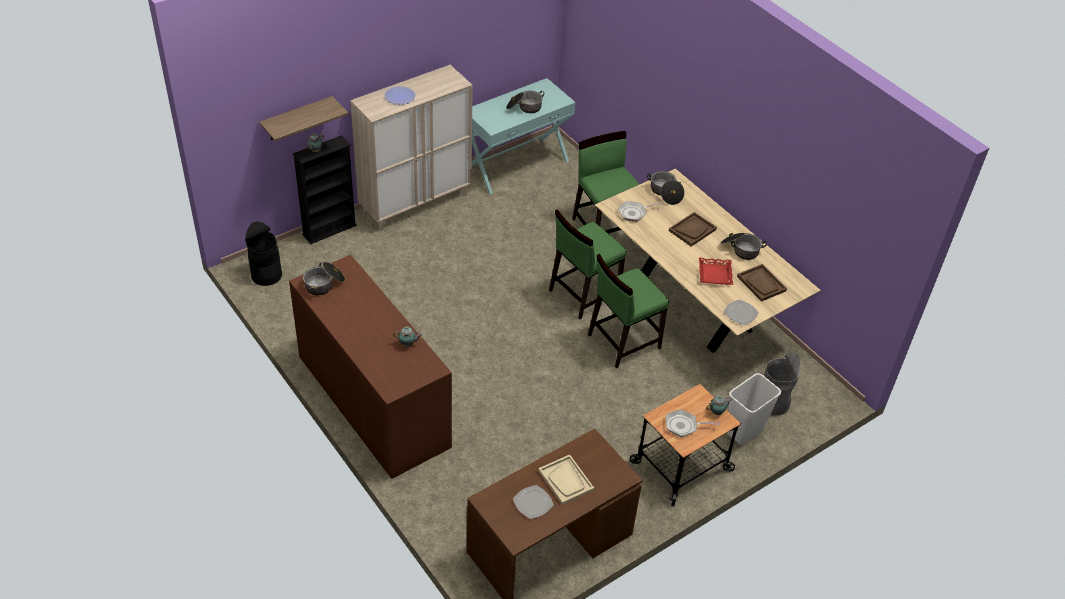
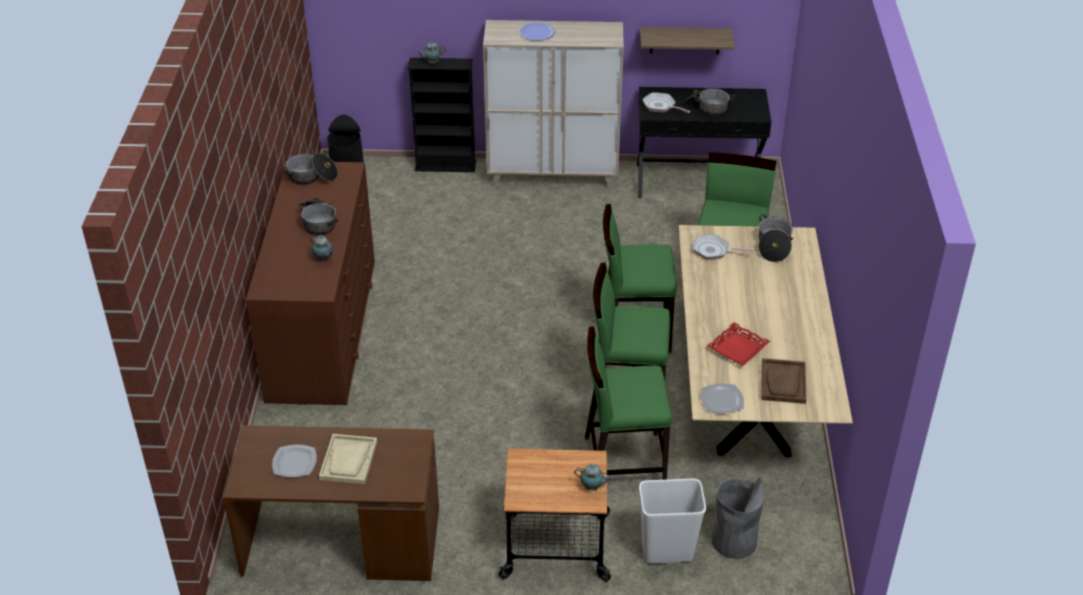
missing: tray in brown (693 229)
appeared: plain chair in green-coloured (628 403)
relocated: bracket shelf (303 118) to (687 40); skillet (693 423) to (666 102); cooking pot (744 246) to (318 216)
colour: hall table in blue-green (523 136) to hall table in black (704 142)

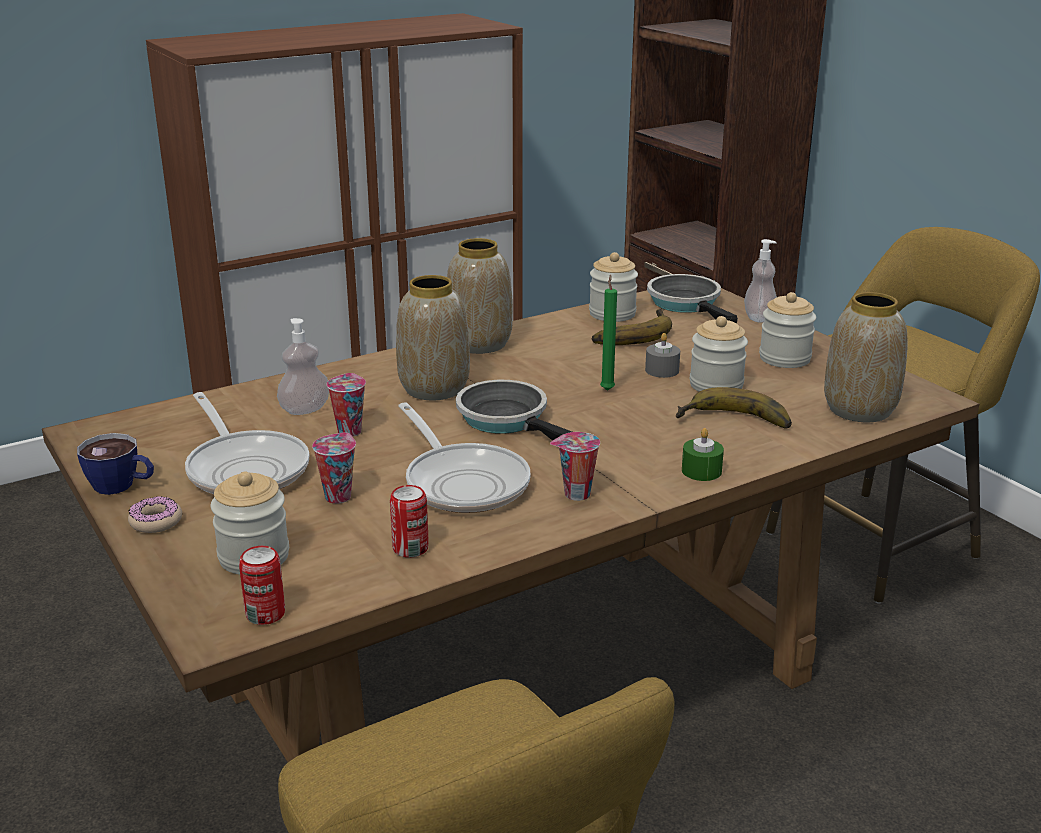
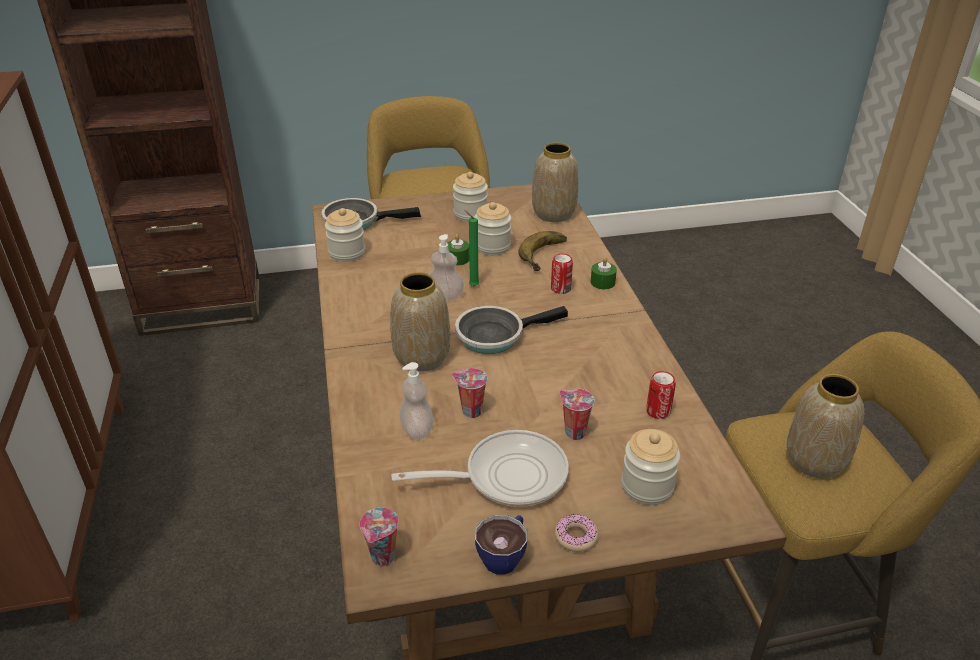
missing: skillet (464 457); banana fruit (632 327)
relocated: can (262 585) to (562 274); flower vase (480 296) to (825 426); small cup (575 466) to (379 537); soap dispenser (760 281) to (446 267)
colour: wax light in gray (662 355) to wax light in green-coloured (458 250)

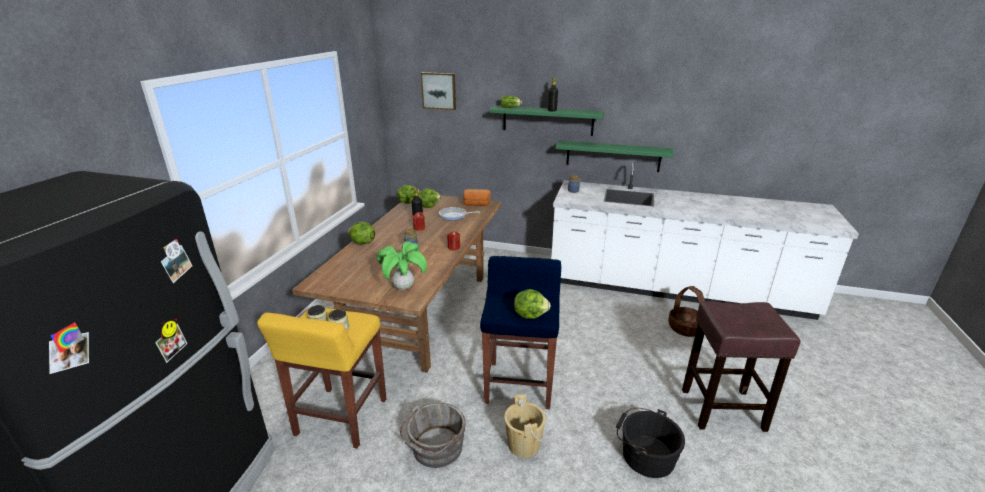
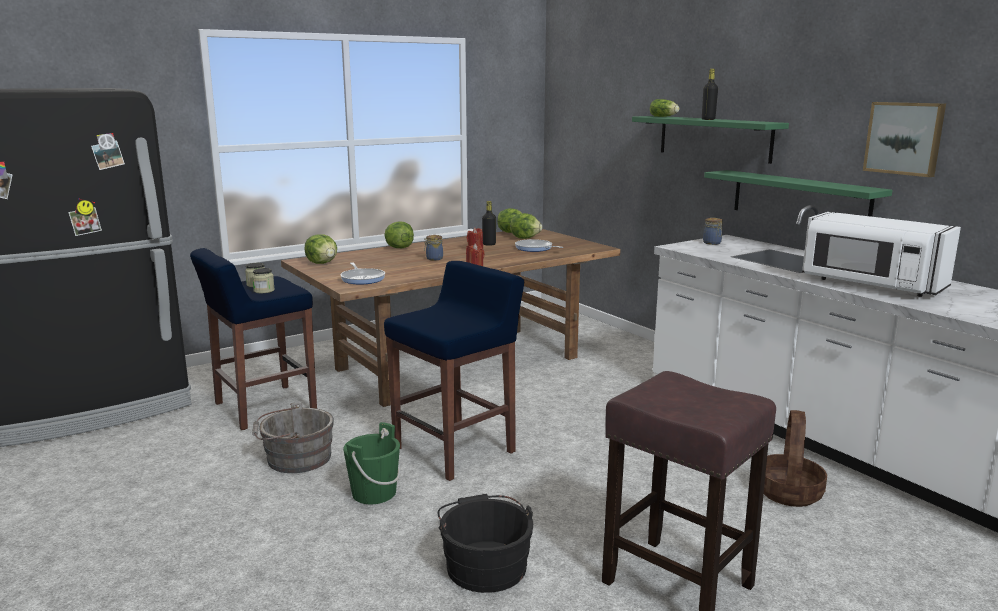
missing: baked bread (477 197)
appeared: microwave in whitish (881 254)
relocated: wall art (438 91) to (904 139); lettuce (532 304) to (320 249)
exchanged: plant in a pot (402 265) to skillet (362 274)
colour: sitting stool in yellow-coloured (321 378) to sitting stool in bluish (253 339); bucket in sand-coloured (525 426) to bucket in green-coloured (372 463)

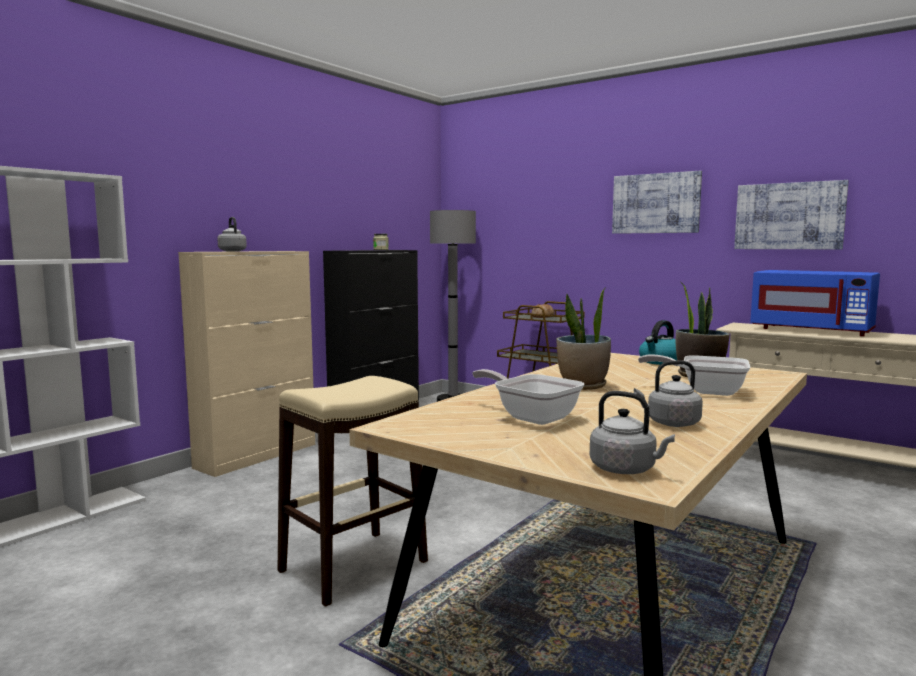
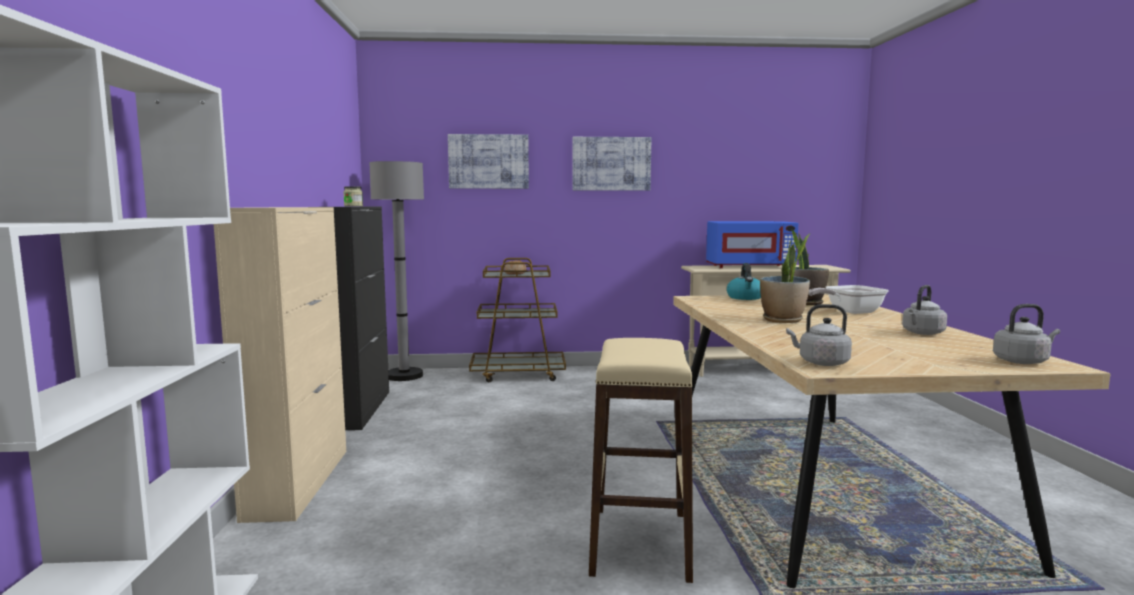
missing: skillet (528 397)
relocated: water kettle in gray (232 234) to (819 335); wall art (791 214) to (488 161)

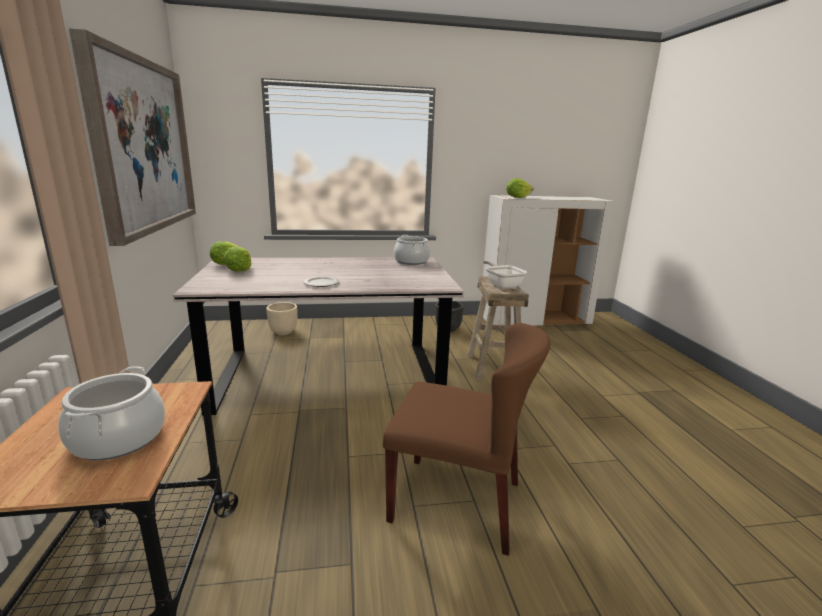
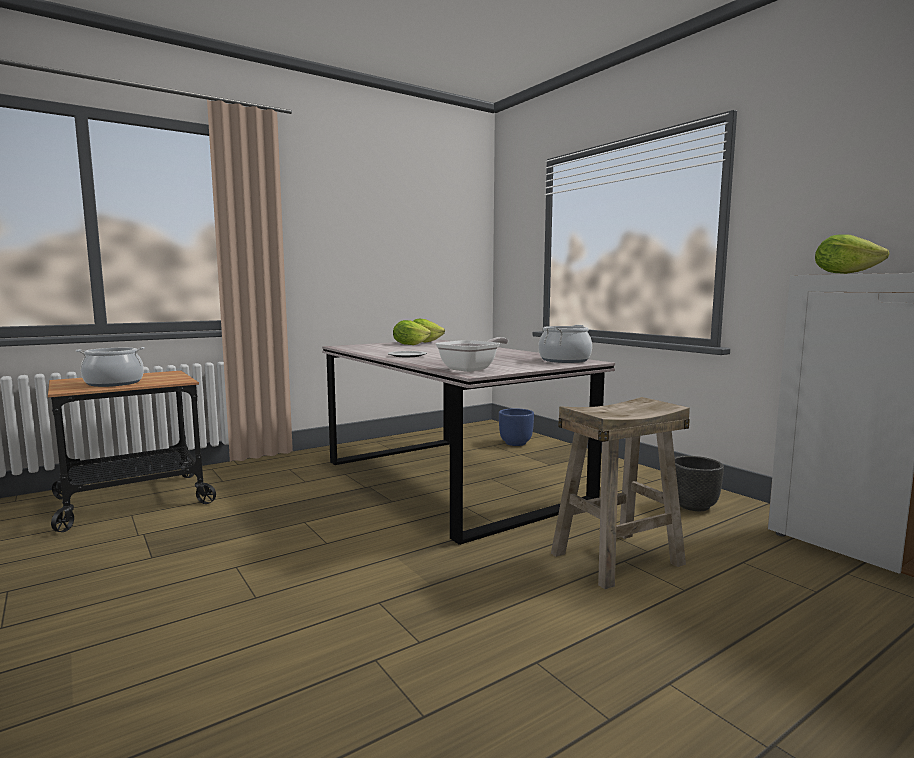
missing: wall art (132 137); plain chair in brown (467 439)
relocated: skillet (505 274) to (471 354)
colour: planter in sand-coloured (281 318) to planter in bluish (516 427)

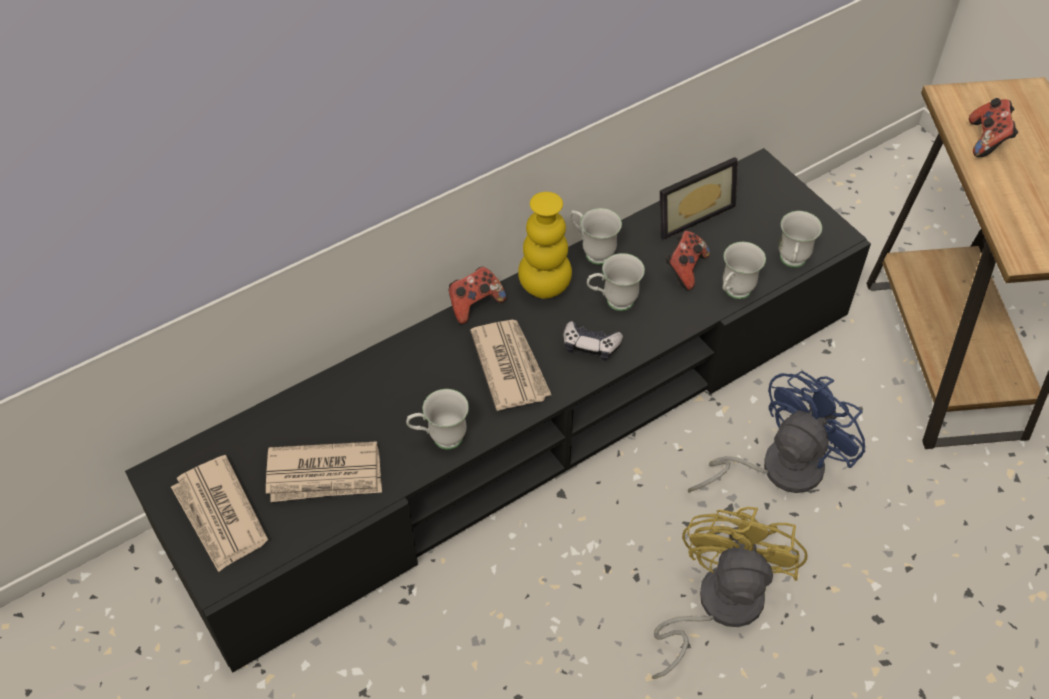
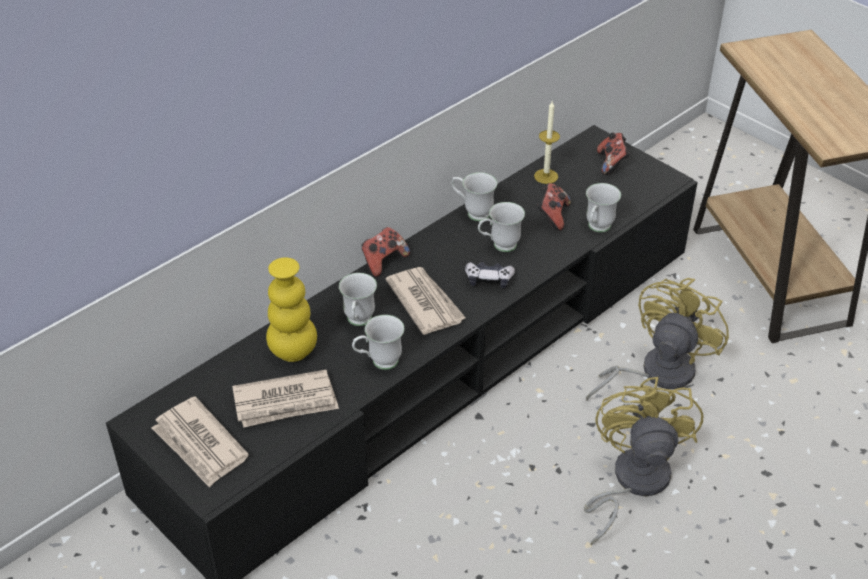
relocated: flower vase in yellow-coloured (545 245) to (291 309); coffee mug in whitish (800 239) to (358 299); gamepad (993 127) to (613 153)
exchanged: standing frame (699 198) to wax light (547 142)
colour: fan in bluish (776 432) to fan in yellow-coloured (657 339)

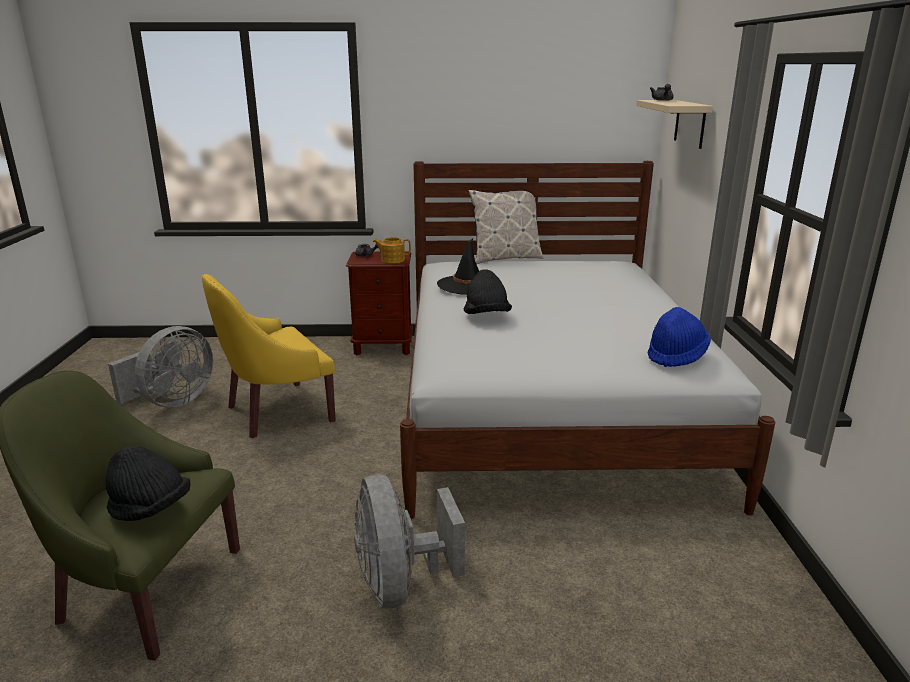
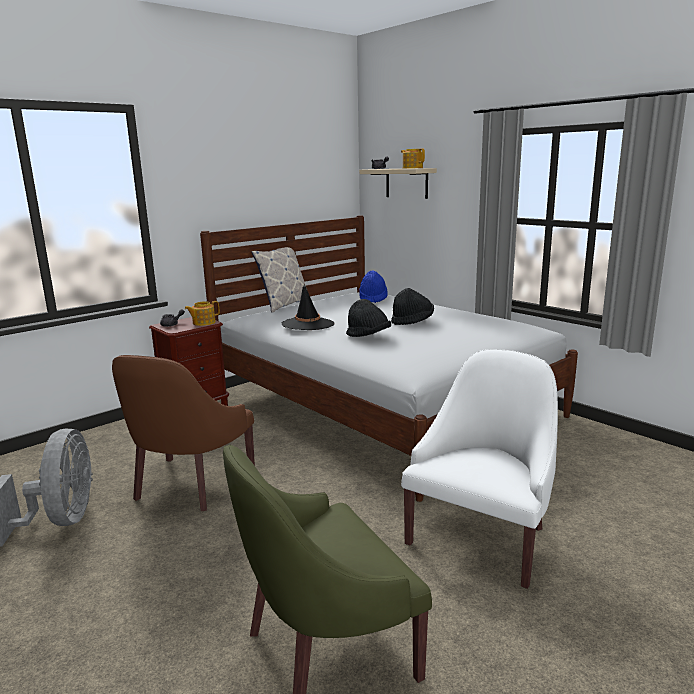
appeared: pot for tea (413 158)
relocated: wearable hat in black (148 483) to (412 306); wearable hat in bluish (679 337) to (373 287)
exchanged: fan in gray (409 541) to easy chair in whitish (479 469)
colour: easy chair in yellow-coloured (269 356) to easy chair in brown (183 433)

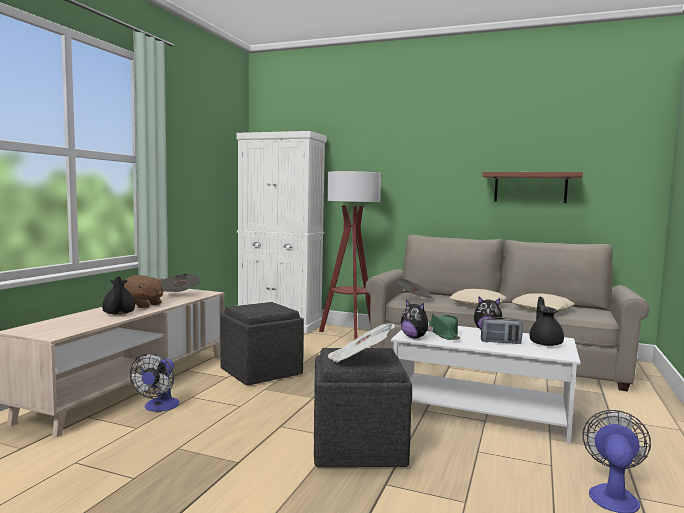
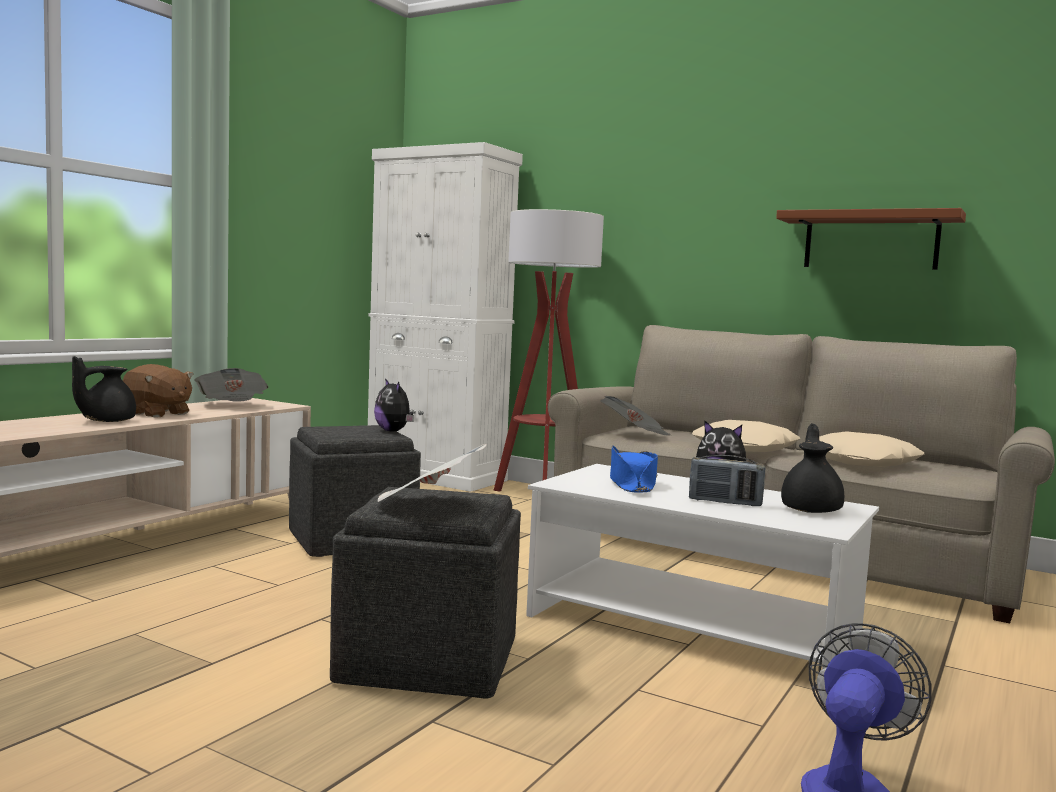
missing: fan (154 382)
relocated: soft toy (417 319) to (394 405)
colour: wearable hat in green-coloured (444 326) to wearable hat in bluish (634 469)
spun: pot for tea in black (118 295) = (104 389) 45 degrees clockwise

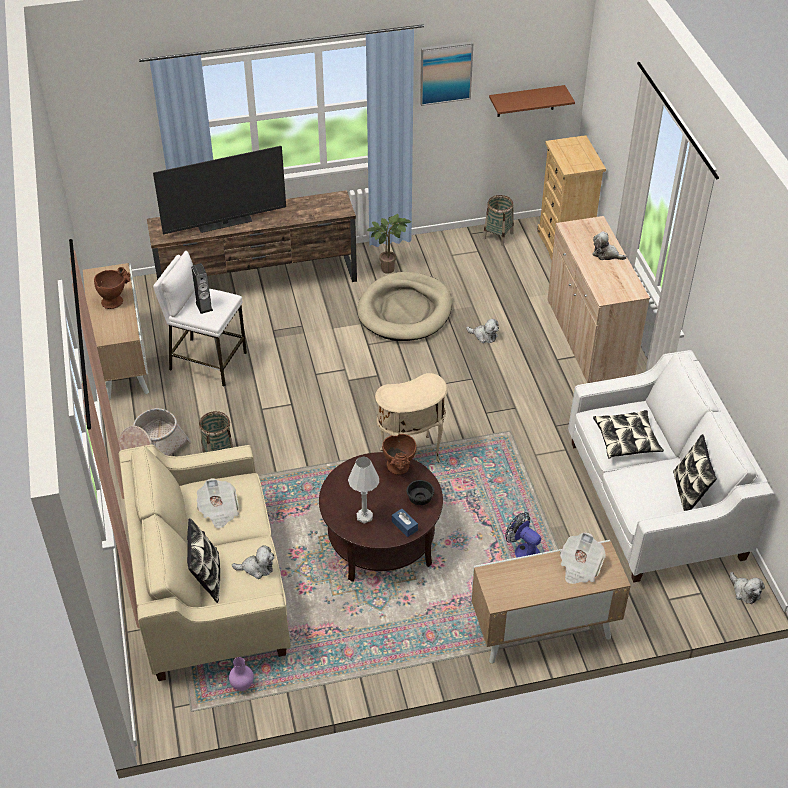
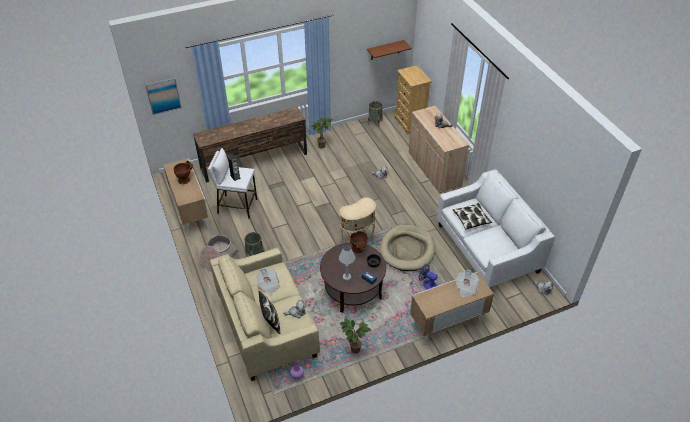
missing: TV set (219 190); pillow (695 472)
appeared: plant in a pot (355 336)
relocated: pet bed in sand-coloured (404 306) to (407 248); wall art (446 73) to (163 96)

